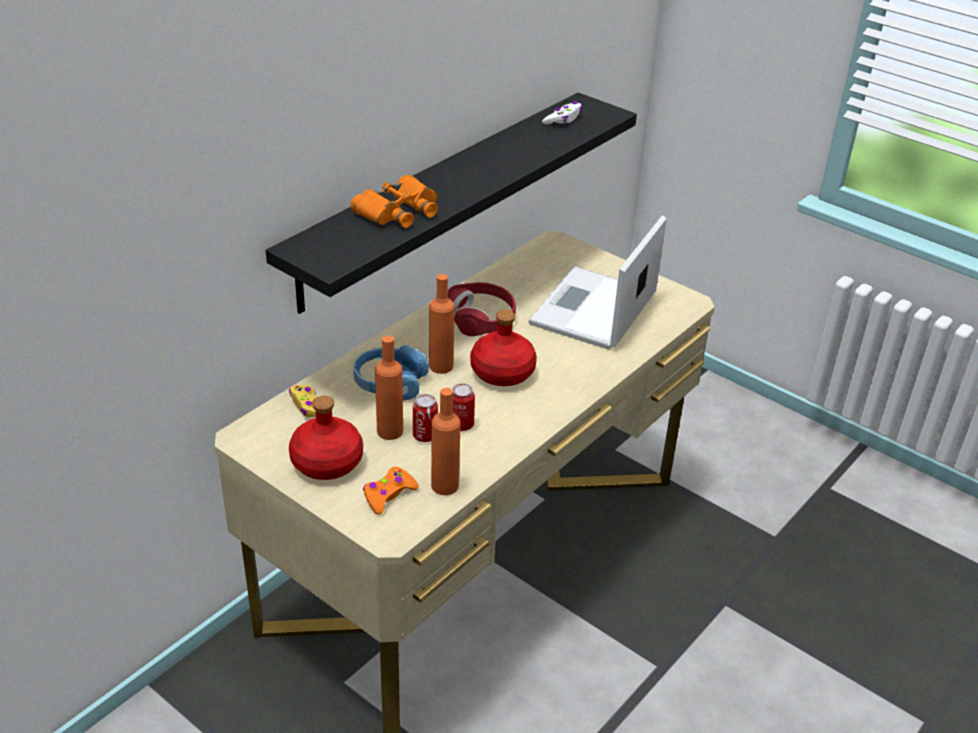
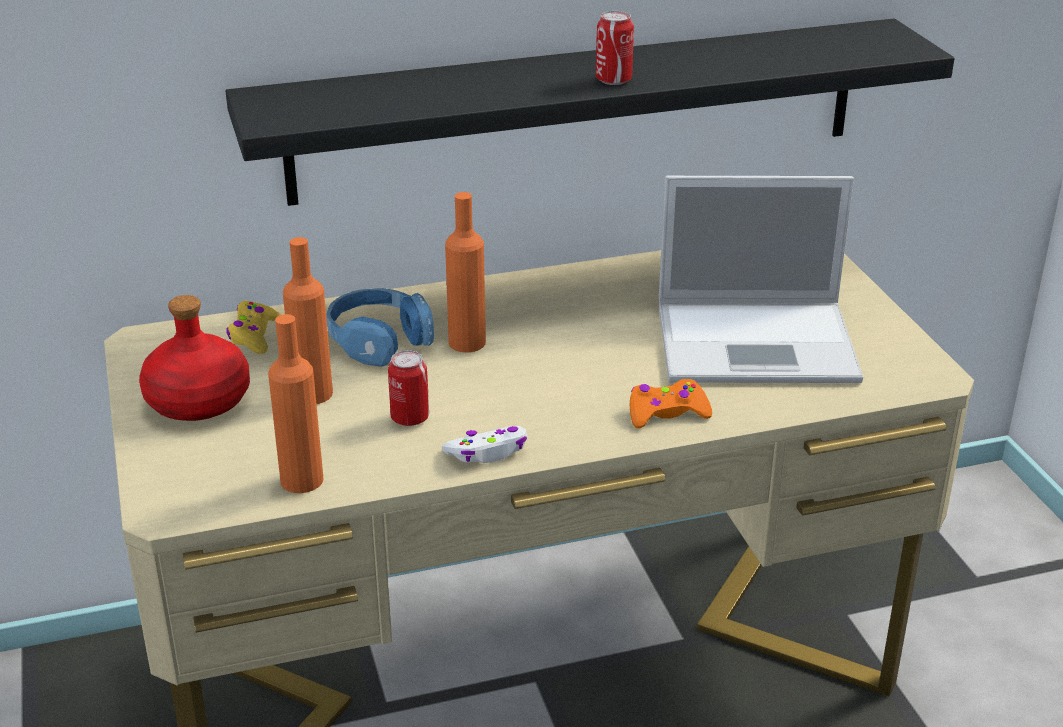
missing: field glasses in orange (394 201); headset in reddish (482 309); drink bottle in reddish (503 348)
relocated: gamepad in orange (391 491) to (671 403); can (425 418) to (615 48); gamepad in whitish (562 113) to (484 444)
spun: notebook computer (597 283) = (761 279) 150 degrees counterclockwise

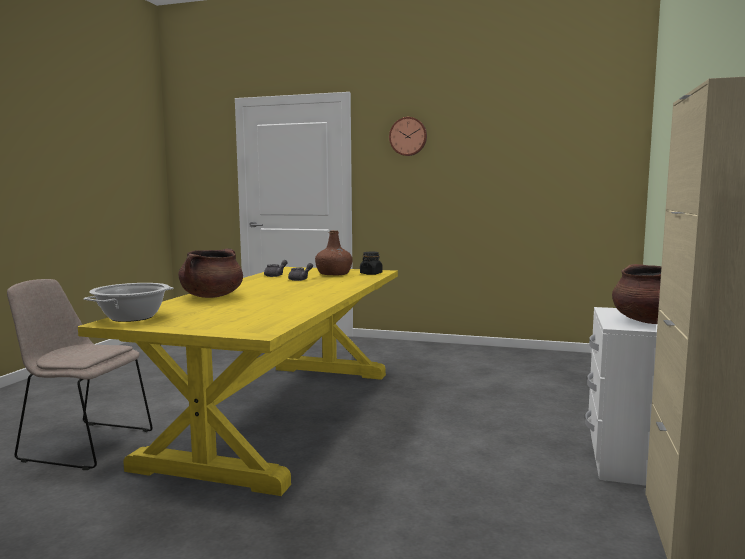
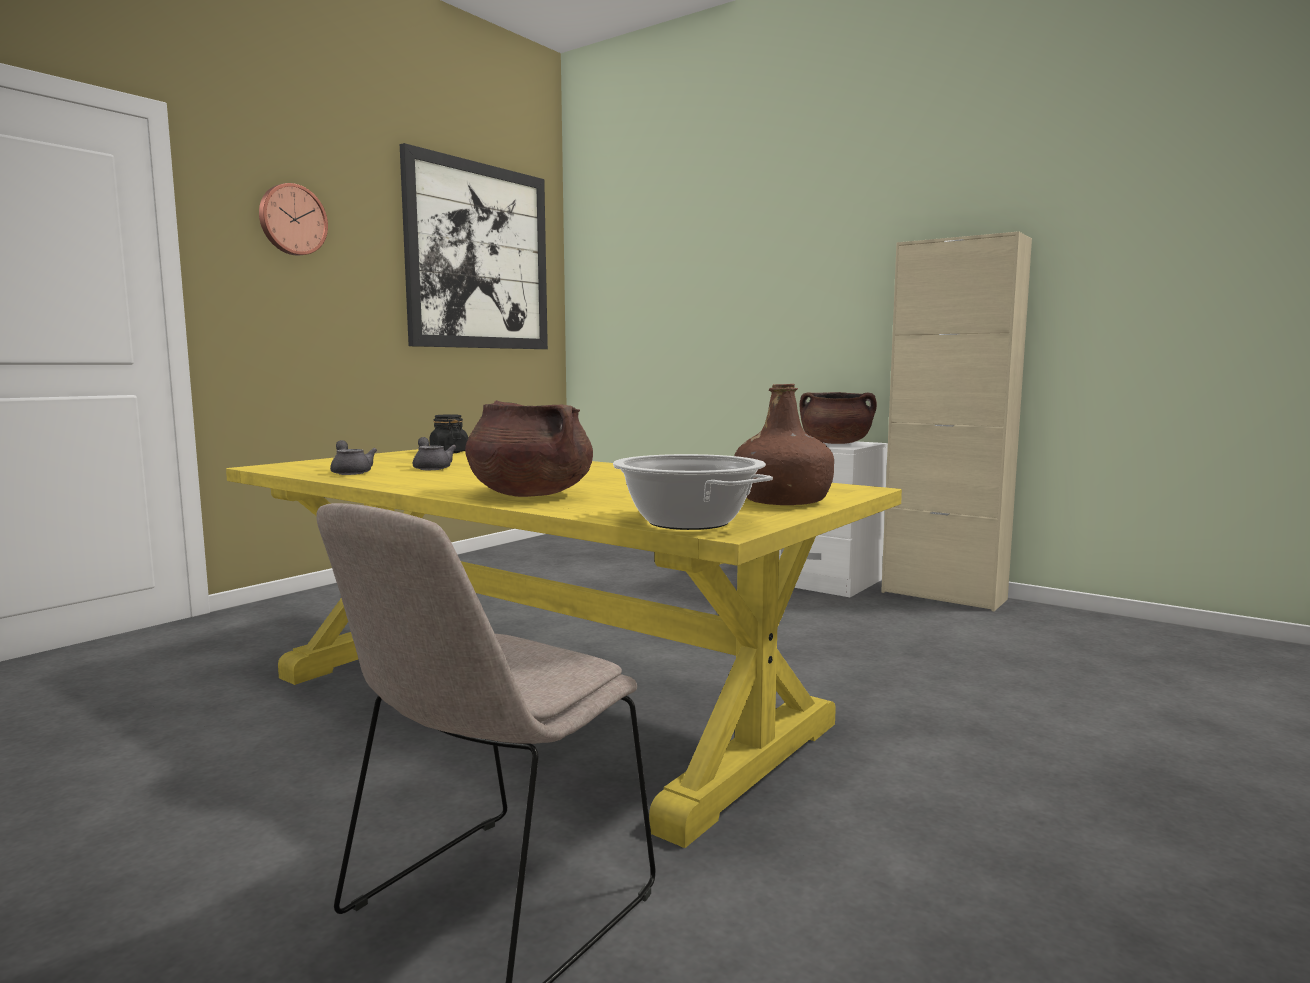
appeared: wall art (474 246)
relocated: drink bottle in brown (333 252) to (784 444)

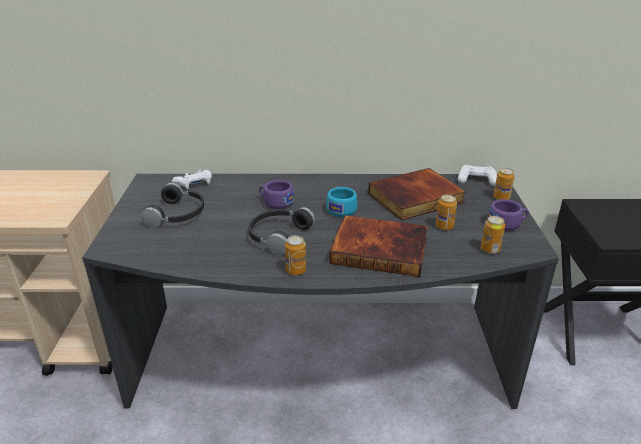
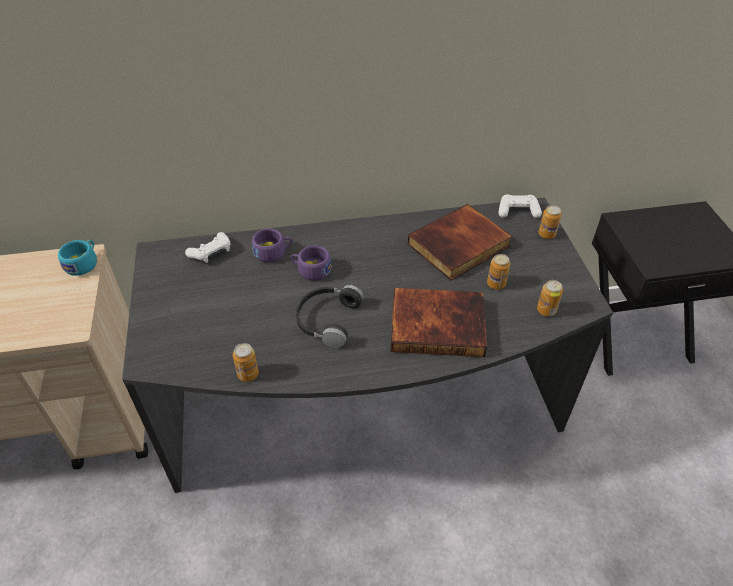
missing: headset in black (172 205)
relocated: can (295 255) to (246 362); small cup in blue-green (341 202) to (77 257); small cup in purplish (508 215) to (272 245)

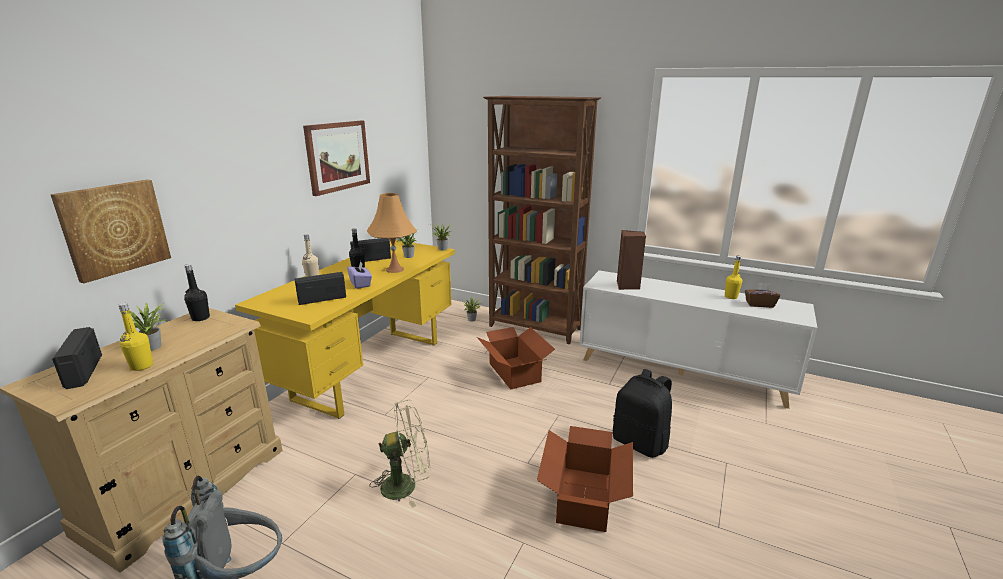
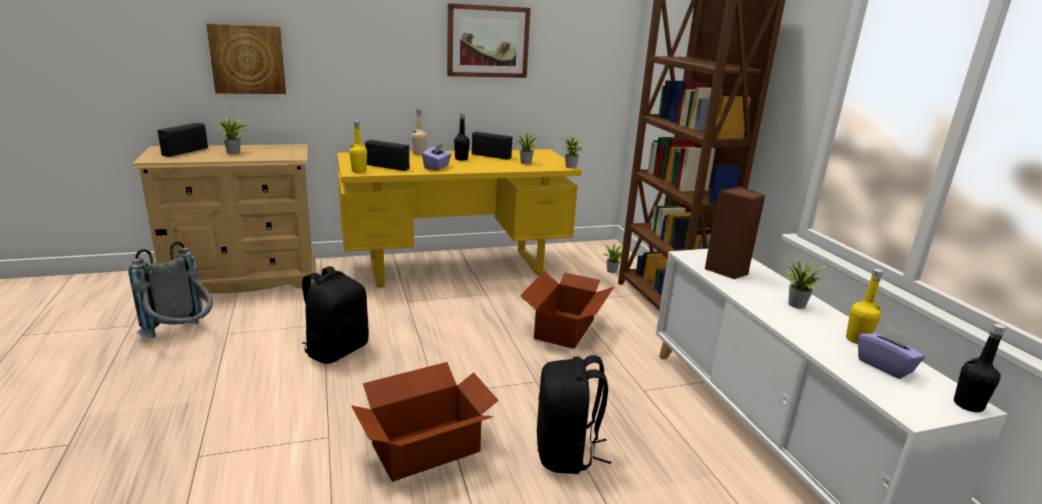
missing: table lamp in orange (392 233)
appeared: plant in a pot (805 282)
relocated: drink bottle in yellow-coloured (136 337) to (358 147); drink bottle in black (197 292) to (980 368)
exchanged: fan in sand-coloured (400 454) to rucksack in black (335 315)
colour: box of tissues in brown (762 295) to box of tissues in purplish (891 351)

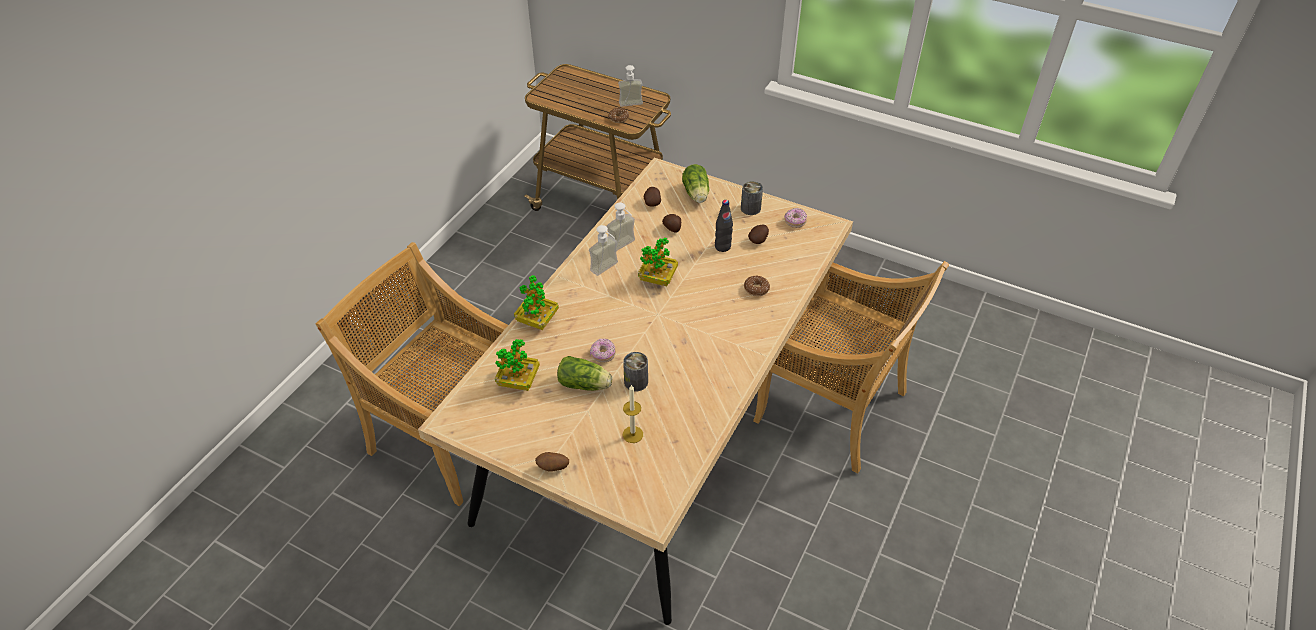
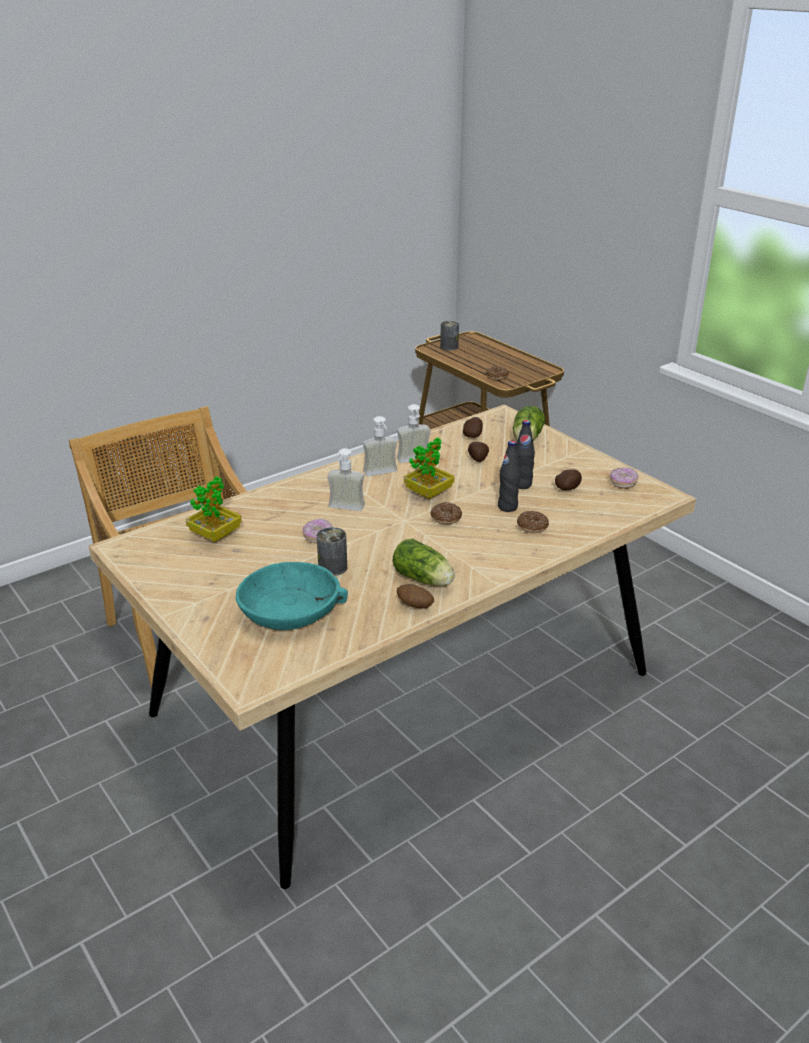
missing: plant in a pot (536 302); plain chair in sand-coloured (851 367)
appeared: donut (446 513); drink bottle in black (509 476)
relocated: potato (552 462) to (415 596); lettuce (584 373) to (424 562); soap dispenser (630 86) to (346 479); can (752 198) to (449 335)
exchanged: wax light (633 413) to bowl in blue-green (292 596)

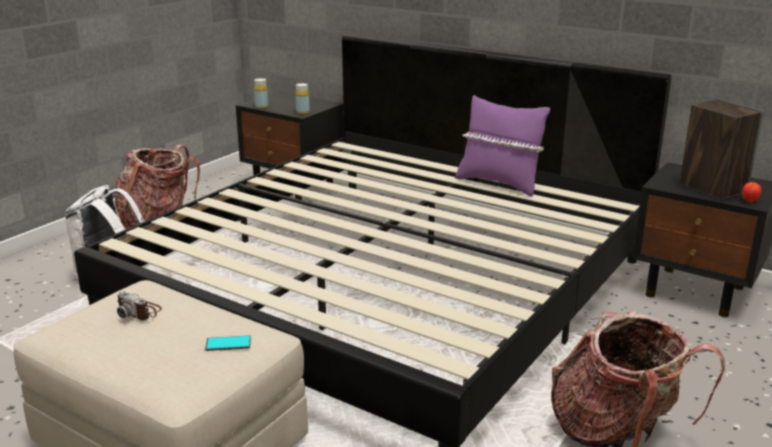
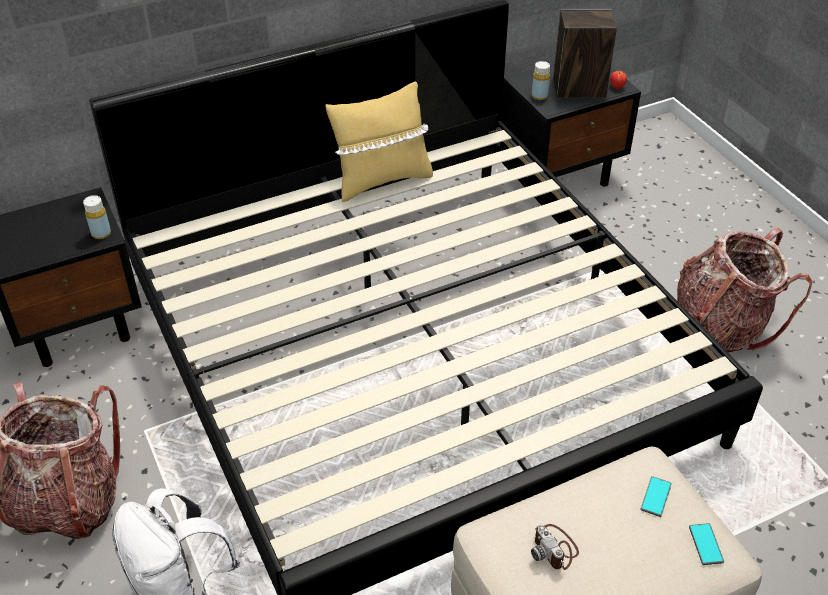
appeared: handset (706 544)
relocated: drink bottle in yellow-coloured (261 93) to (540 80)
colour: pillow in purplish (502 146) to pillow in yellow-coloured (379 142)
spun: still camera (139 305) = (555 547) 90 degrees clockwise

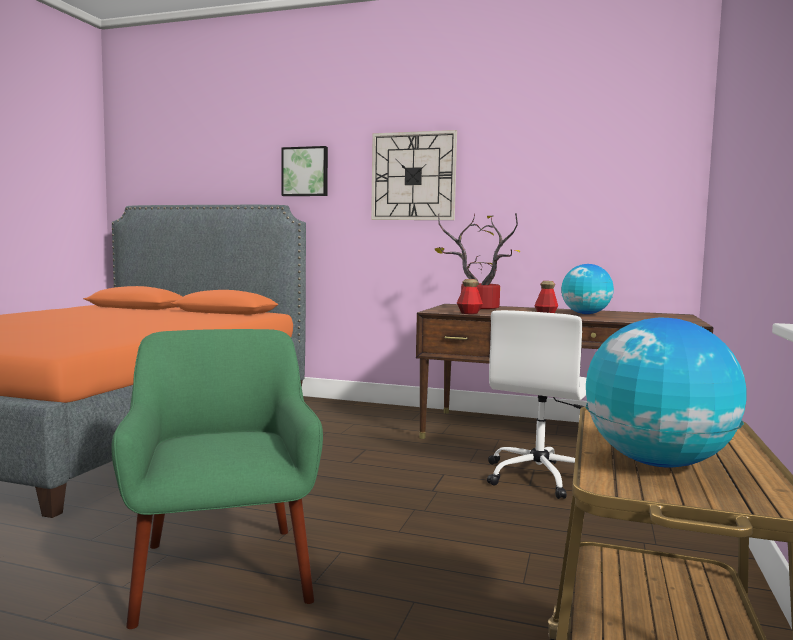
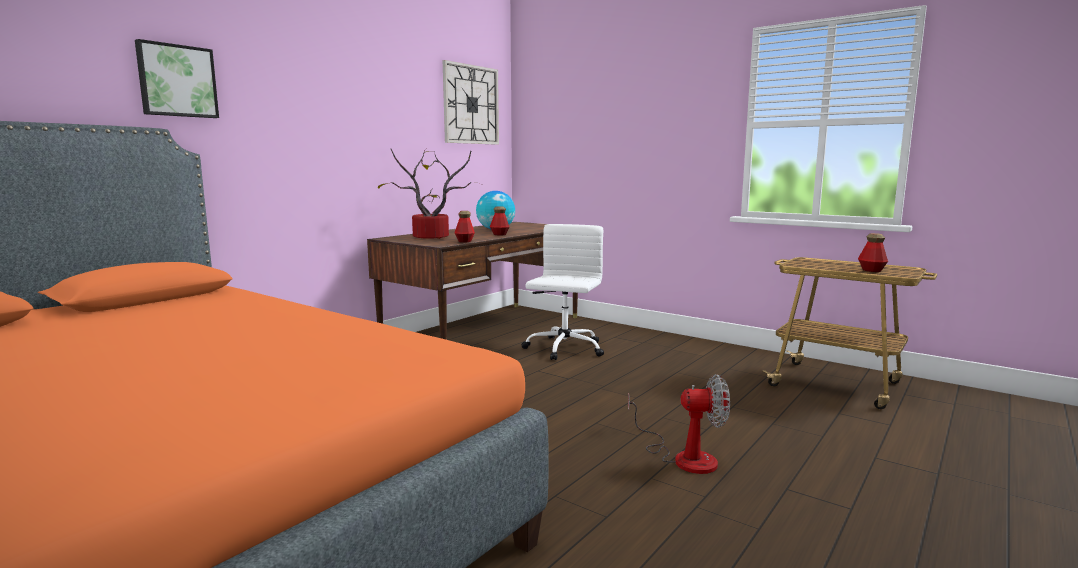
relocated: wall clock (414 175) to (470 102)
exchanged: easy chair in green-coloured (217 479) to fan (679 424); world globe (666 392) to drink bottle (873 252)
spun: computer chair in whitish (536 404) = (562 292) 120 degrees counterclockwise

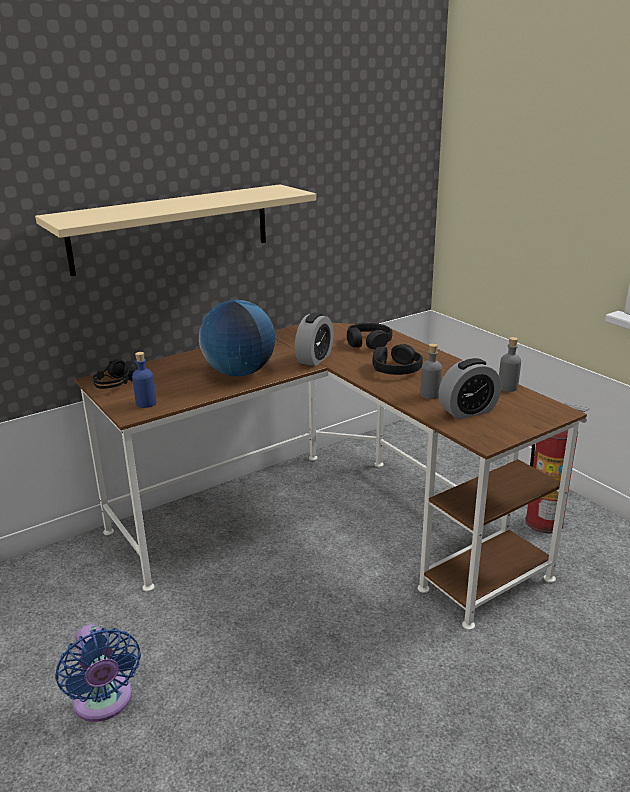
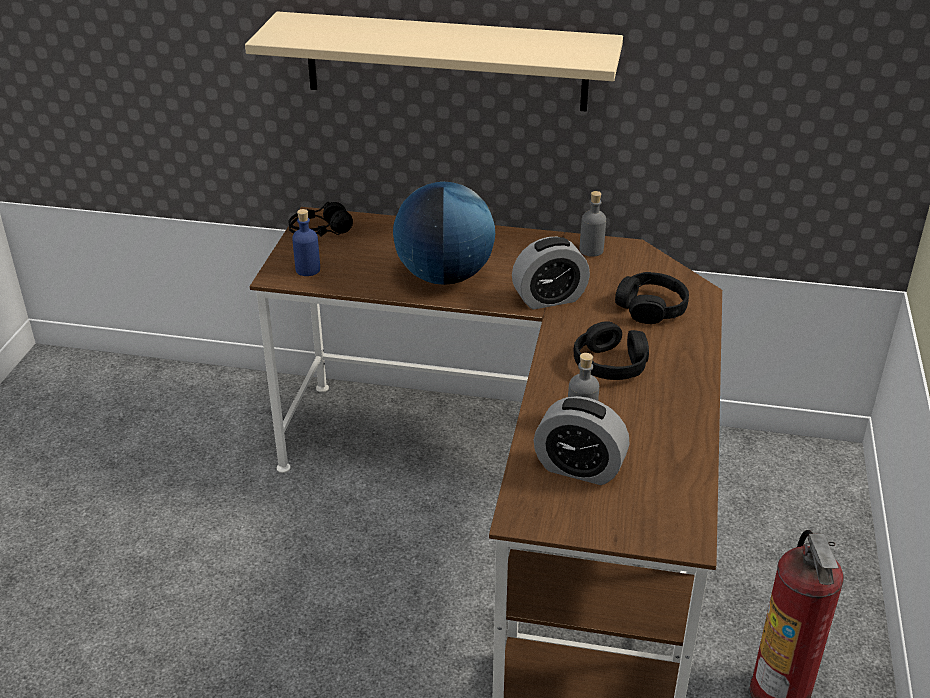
missing: fan in bluish (98 673)
relocated: drink bottle in gray (510 364) to (593 224)

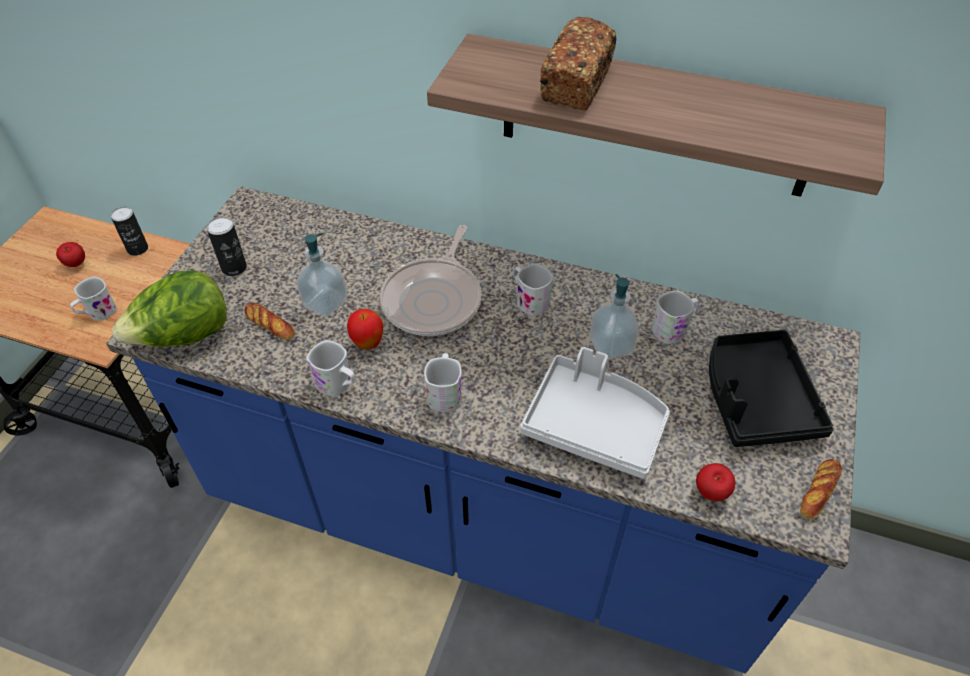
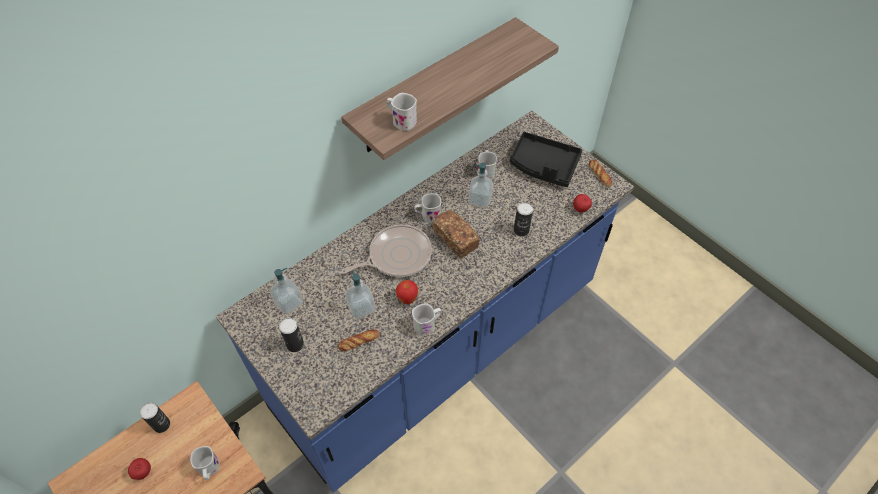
missing: lettuce (169 308)
appeared: soap dispenser (286 291)
relocated: coffee mug in whitish (443 382) to (401 112); baked bread (578 64) to (456 234)
exchanged: tray in gray (595 413) to can (523 219)
spun: skillet (430 280) = (386 250) 75 degrees counterclockwise

